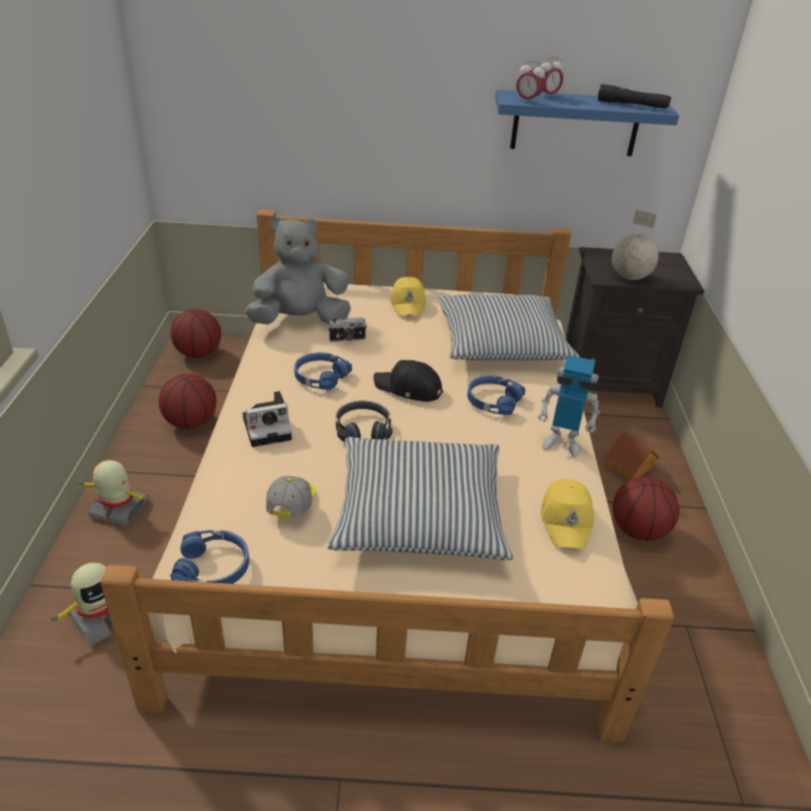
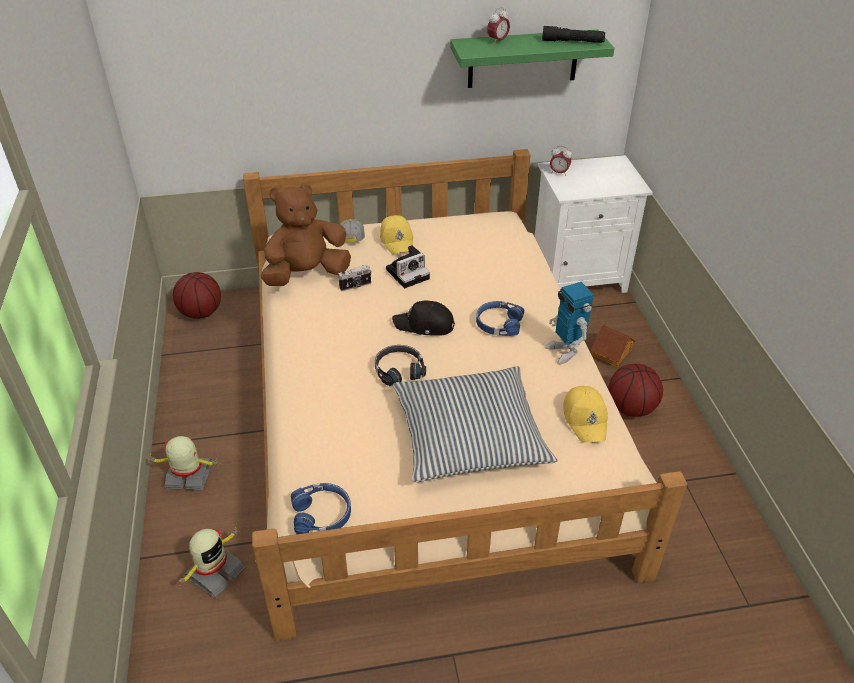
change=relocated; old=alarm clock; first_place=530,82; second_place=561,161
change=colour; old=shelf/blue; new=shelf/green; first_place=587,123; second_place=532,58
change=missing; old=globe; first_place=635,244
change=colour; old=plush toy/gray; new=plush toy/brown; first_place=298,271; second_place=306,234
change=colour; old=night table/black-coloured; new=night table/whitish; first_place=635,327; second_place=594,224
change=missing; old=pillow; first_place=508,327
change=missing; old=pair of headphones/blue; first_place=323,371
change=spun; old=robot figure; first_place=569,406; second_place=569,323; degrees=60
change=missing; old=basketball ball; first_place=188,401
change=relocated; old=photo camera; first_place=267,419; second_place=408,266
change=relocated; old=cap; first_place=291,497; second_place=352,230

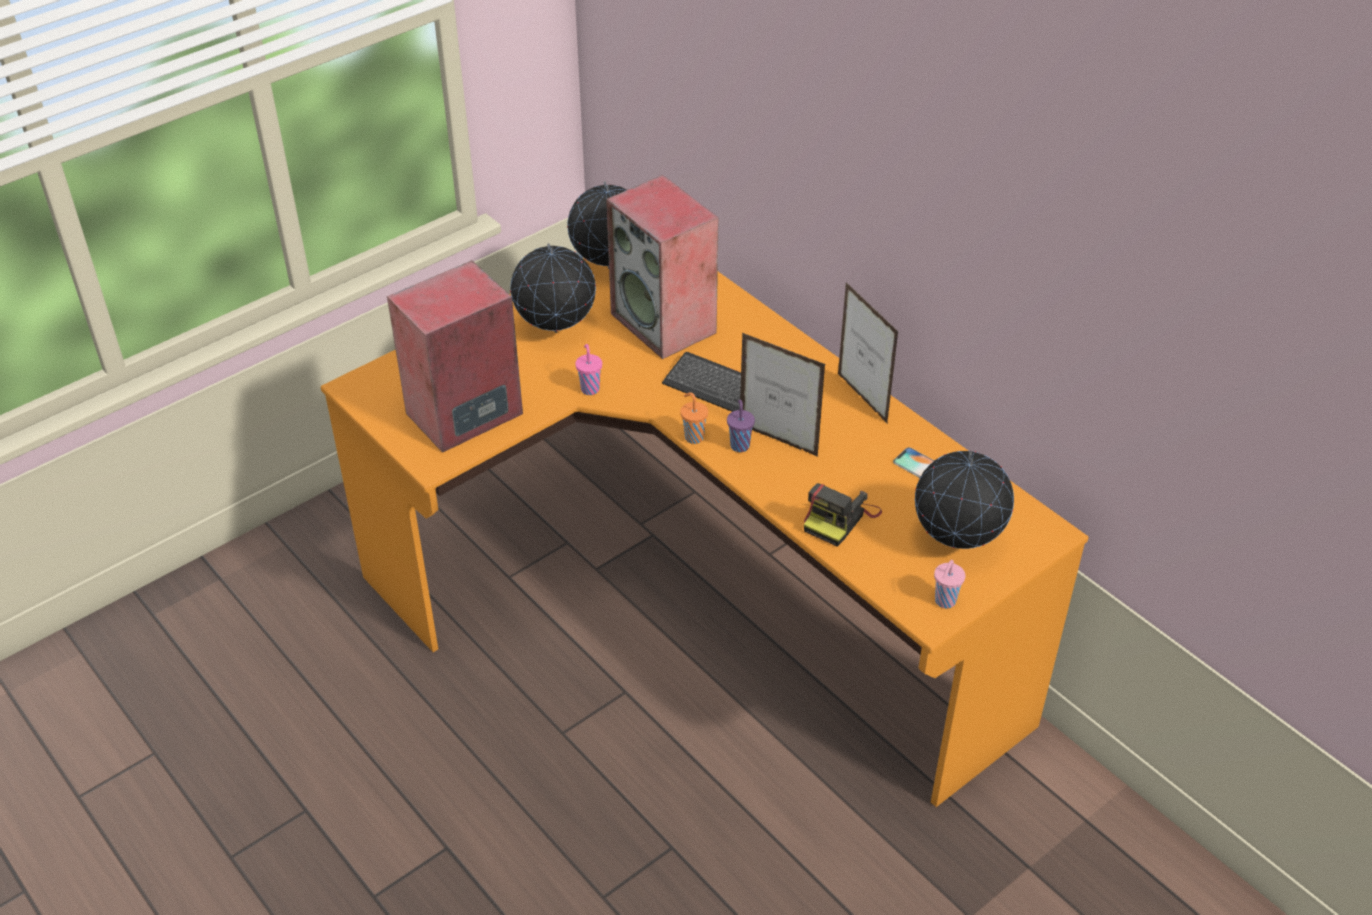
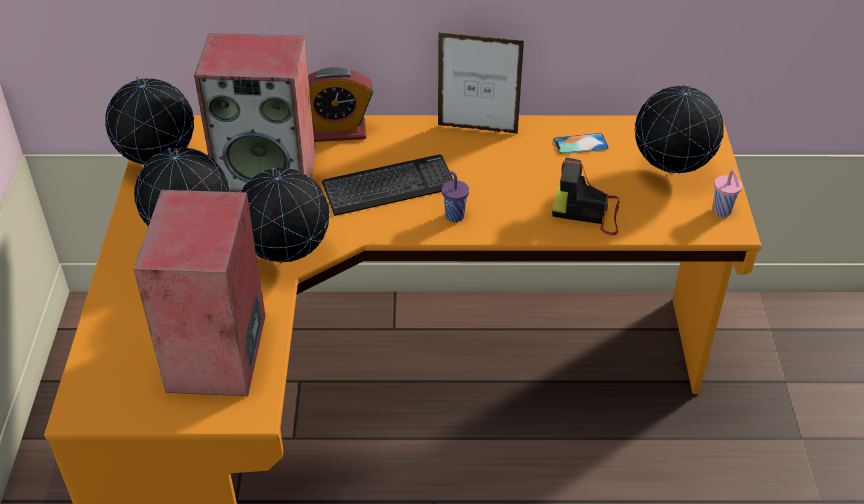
change=missing; old=picture frame; first_place=783,395
change=exchanged; old=small cup/pinkish; new=globe; first_place=588,369; second_place=285,215
change=missing; old=small cup/orangey; first_place=694,418
change=spun; old=photo camera; first_place=843,515; second_place=585,196; degrees=120
change=appeared; new=alarm clock; second_place=340,104

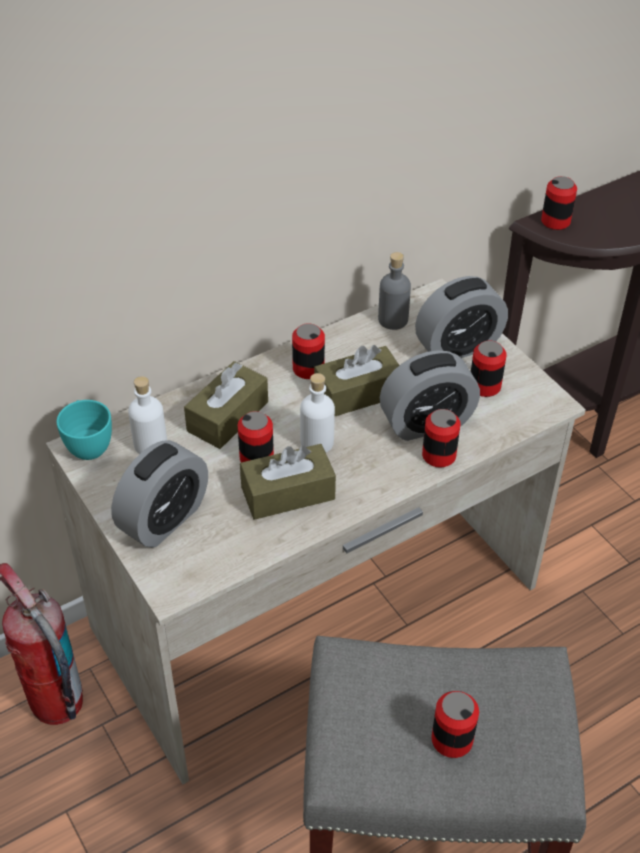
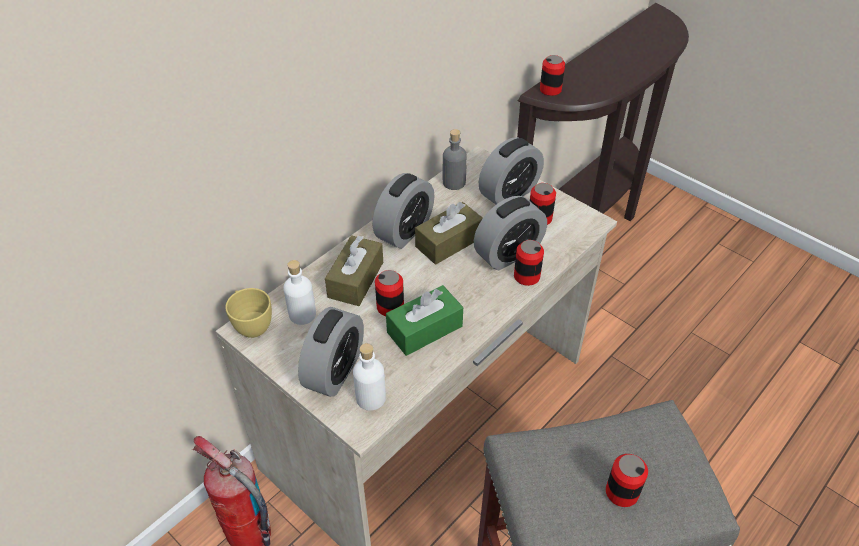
change=exchanged; old=sealed can; new=alarm clock; first_place=308,351; second_place=403,211
change=relocated; old=beverage bottle/whitish; first_place=317,413; second_place=369,377
change=colour; old=small cup/turquoise; new=small cup/yellow-coloured; first_place=84,430; second_place=248,313
change=colour; old=tissue holder/brown; new=tissue holder/green; first_place=288,482; second_place=424,320

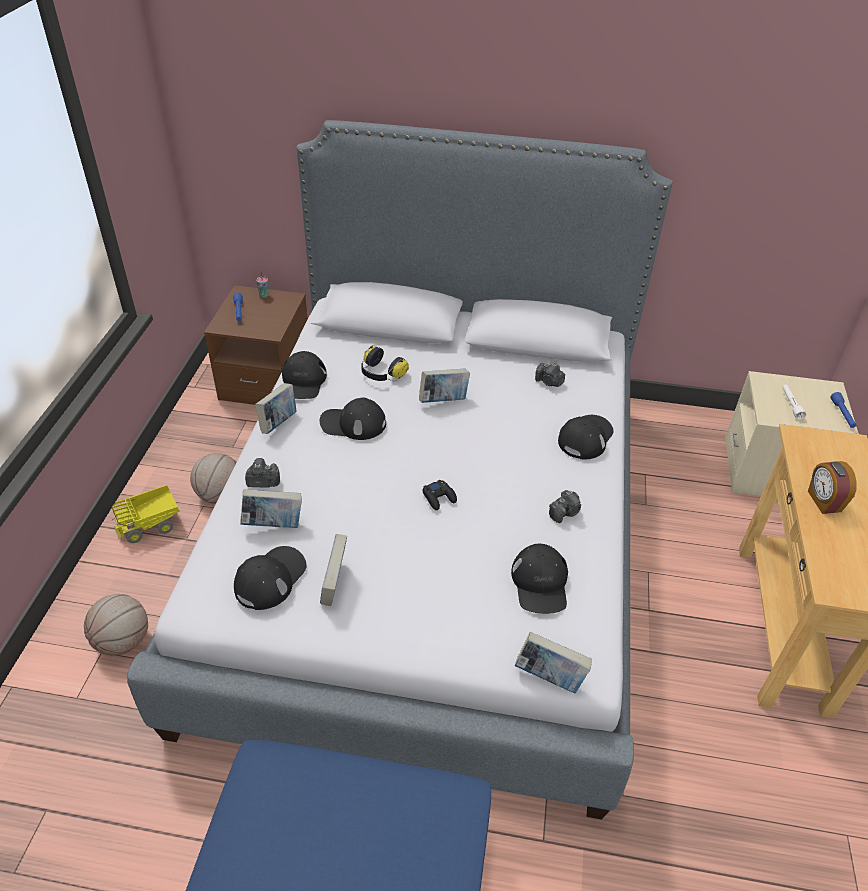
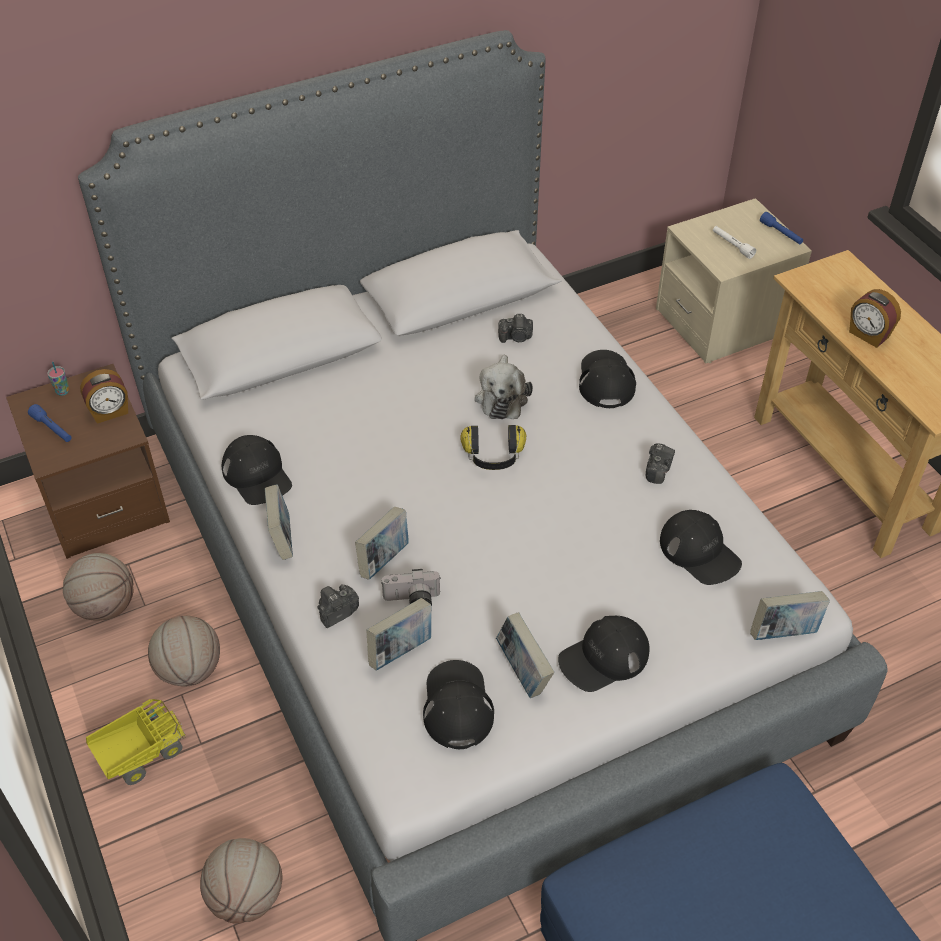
change=relocated; old=pair of headphones; first_place=385,363; second_place=493,447
change=relocated; old=book; first_place=444,385; second_place=382,543
change=relocated; old=cap/black-coloured; first_place=353,419; second_place=604,654
change=missing; old=joypad/black-coloured; first_place=439,495
change=spun; old=toy lorry; first_place=146,514; second_place=136,742; degrees=-150
change=appeared; new=plush toy; second_place=504,387
change=appeared; new=alarm clock; second_place=104,396
change=appeared; new=basketball ball; second_place=98,586
change=appeared; new=photo camera; second_place=410,587

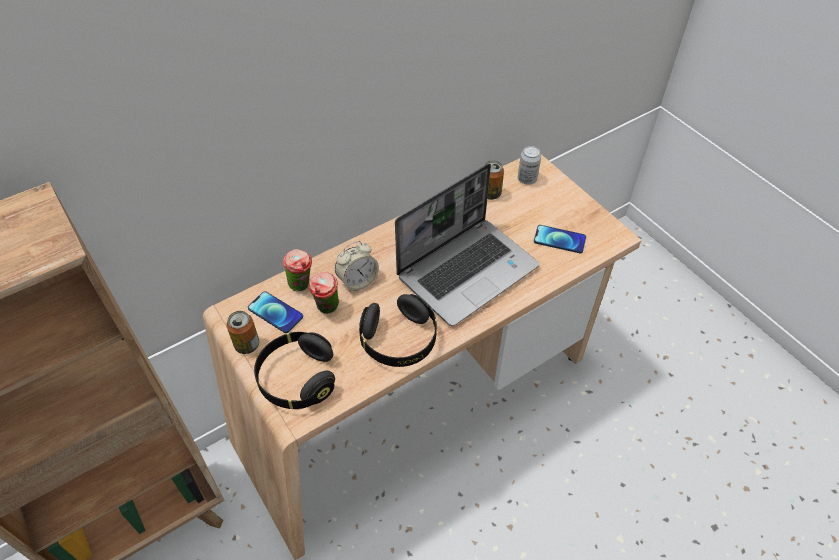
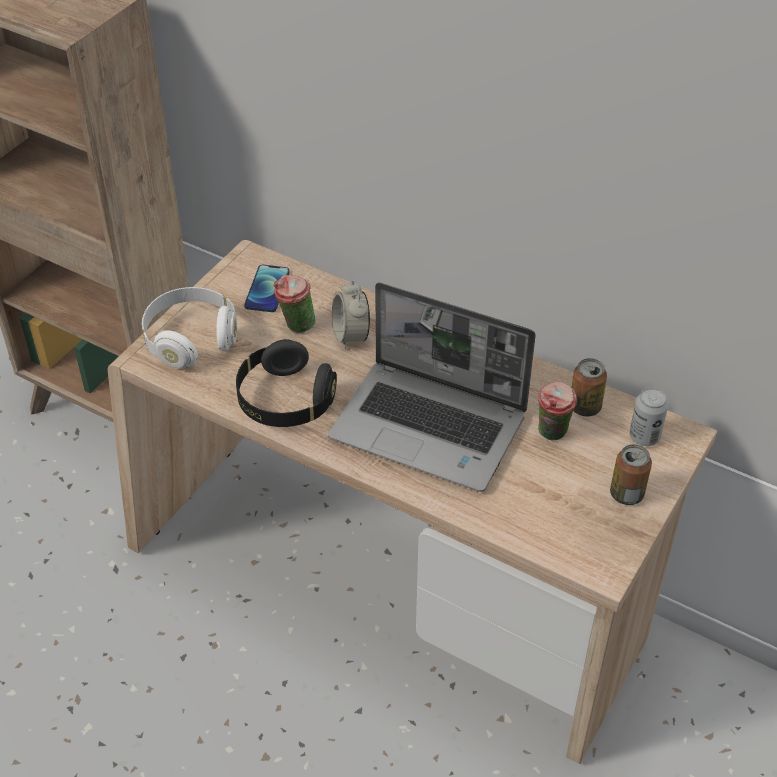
change=missing; old=phone; first_place=560,239
change=spun; old=alarm clock; first_place=357,266; second_place=351,315; degrees=45
change=relocated; old=small cup; first_place=297,270; second_place=557,411
change=relocated; old=sealed can; first_place=243,332; second_place=631,474
change=colour; old=pair of headphones/black-coloured; new=pair of headphones/whitish; first_place=294,370; second_place=189,327

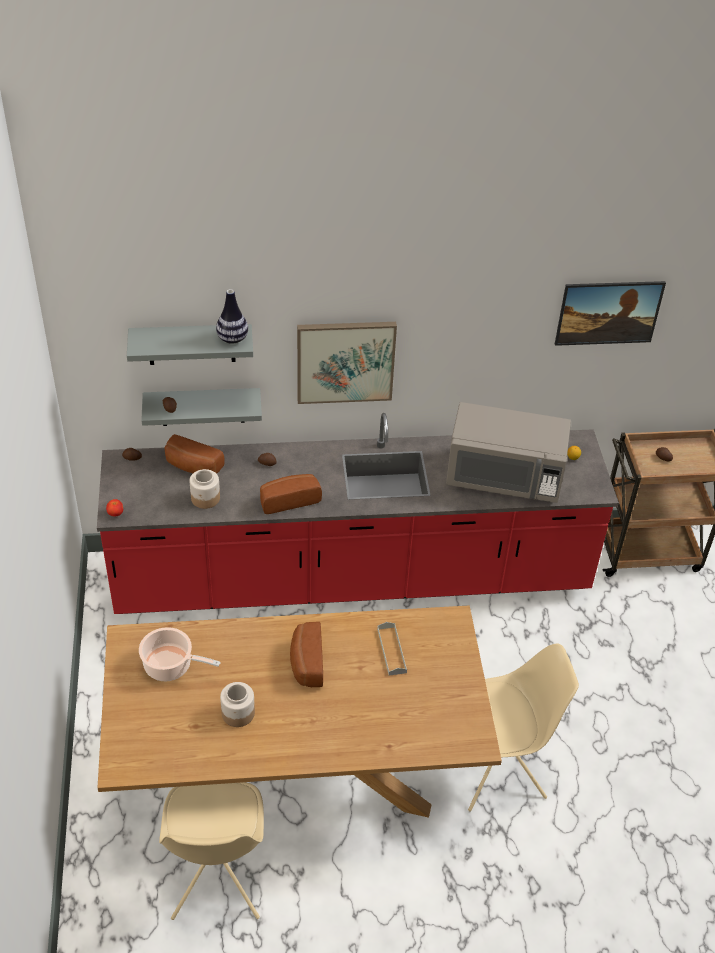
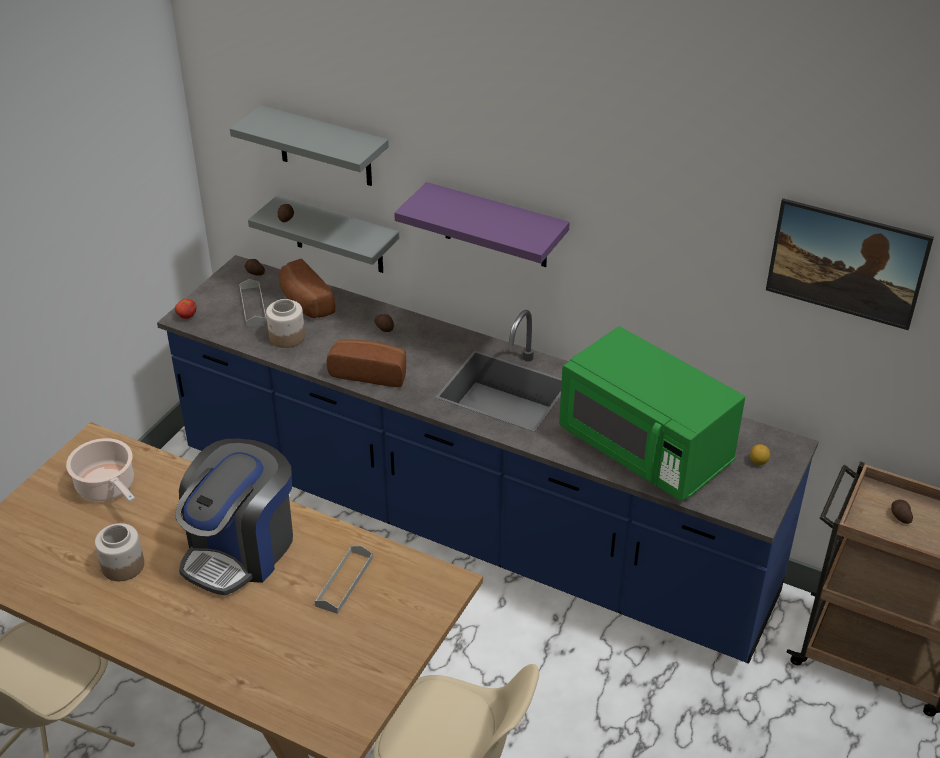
change=missing; old=vase; first_place=232,316
change=exchanged; old=wall picture; new=shelf/purple-coloured; first_place=347,363; second_place=482,224
change=colour; old=microwave/gray; new=microwave/green; first_place=508,452; second_place=652,413
change=colour; old=kitchen counter/reddish; new=kitchen counter/blue; first_place=358,513; second_place=488,459
change=exchanged; old=bakery bread; new=coffee brewer; first_place=306,654; second_place=234,517
change=appeared; new=tray/gray; second_place=253,303

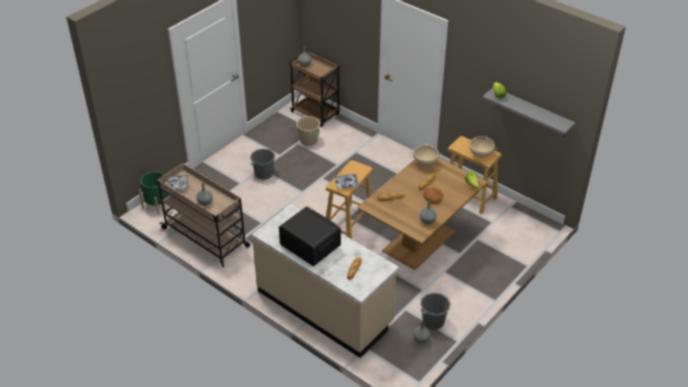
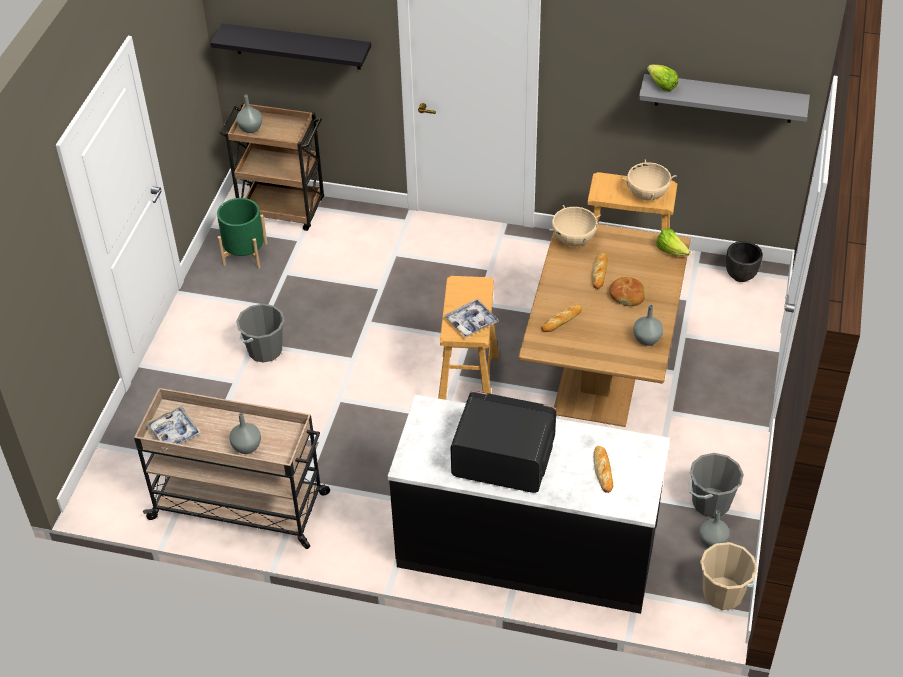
change=relocated; old=water bucket/sand-coloured; first_place=308,131; second_place=728,576
change=relocated; old=plant pot/green; first_place=153,193; second_place=242,233
change=colour; old=kitchen counter/sand-coloured; new=kitchen counter/black-coloured; first_place=325,281; second_place=529,504
change=appeared; new=shelf/black-coloured; second_place=291,46
change=appeared; new=plant pot/black-coloured; second_place=744,261

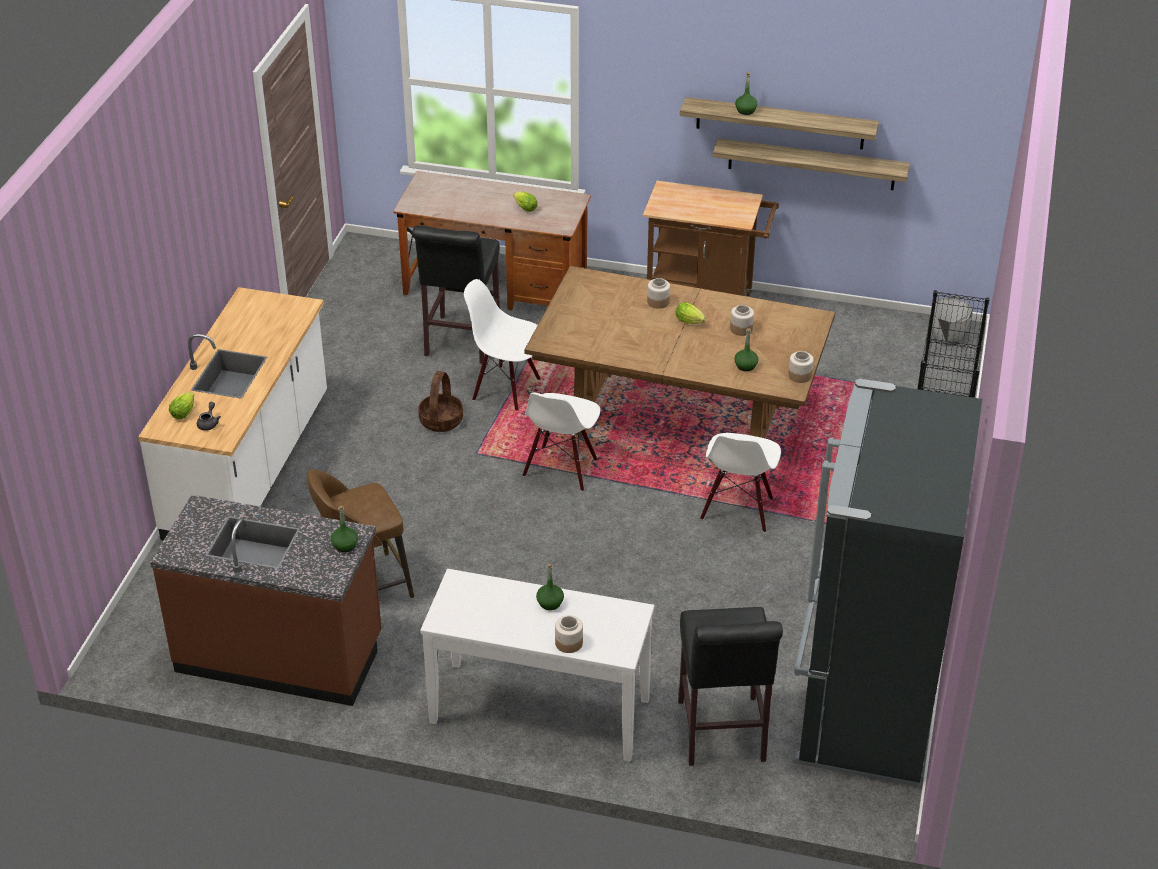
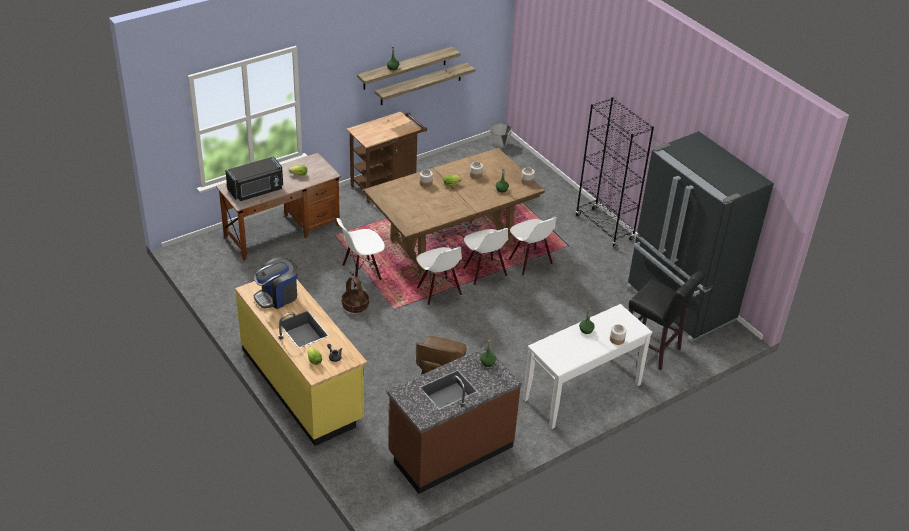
change=missing; old=sitting stool/black-coloured; first_place=456,294
change=colour; old=kitchen counter/whitish; new=kitchen counter/yellow-coloured; first_place=232,413; second_place=301,362
change=appeared; new=microwave/black-coloured; second_place=254,178
change=appeared; new=upright chair/whitish; second_place=485,257
change=appeared; new=coffee brewer; second_place=275,283

